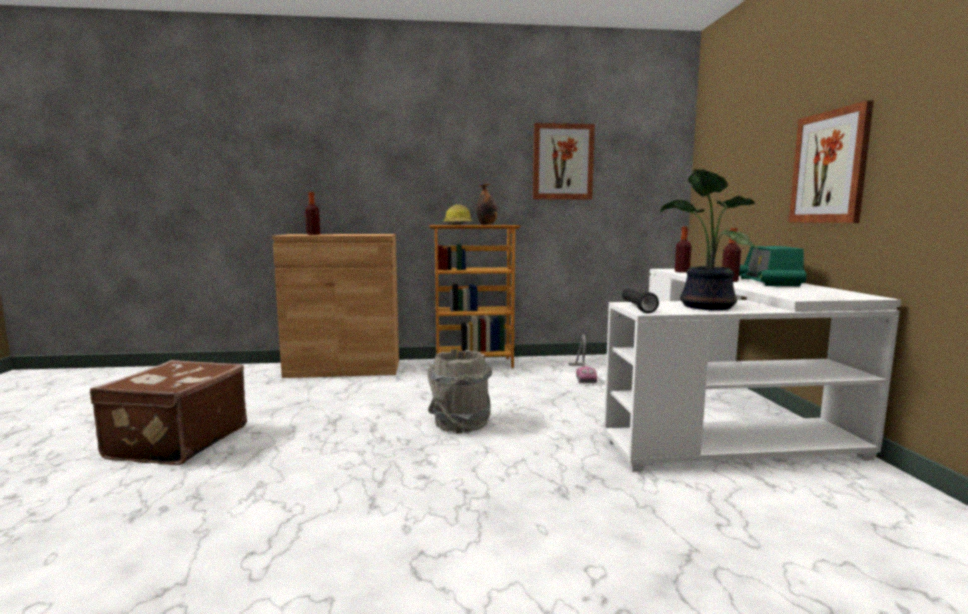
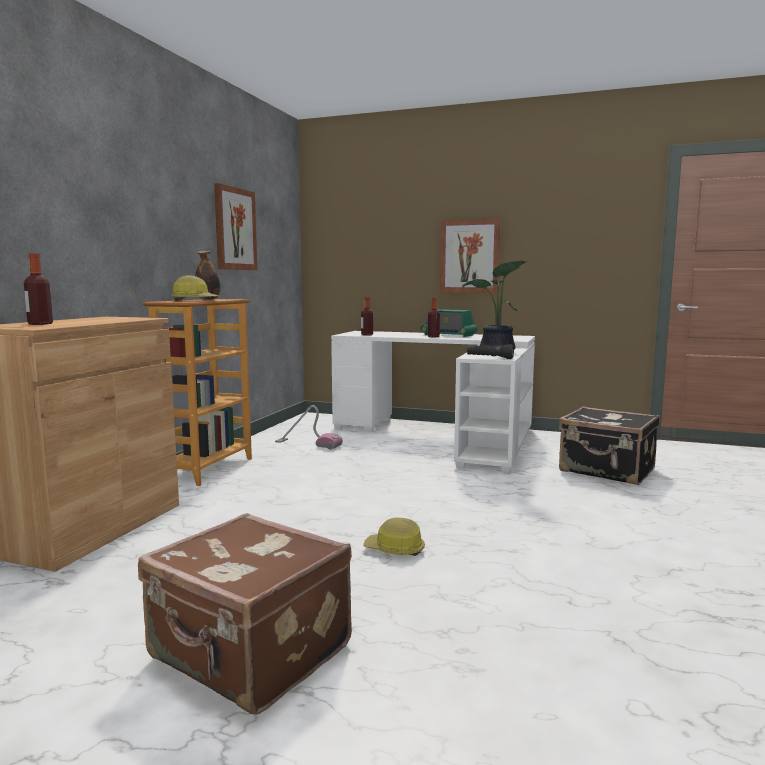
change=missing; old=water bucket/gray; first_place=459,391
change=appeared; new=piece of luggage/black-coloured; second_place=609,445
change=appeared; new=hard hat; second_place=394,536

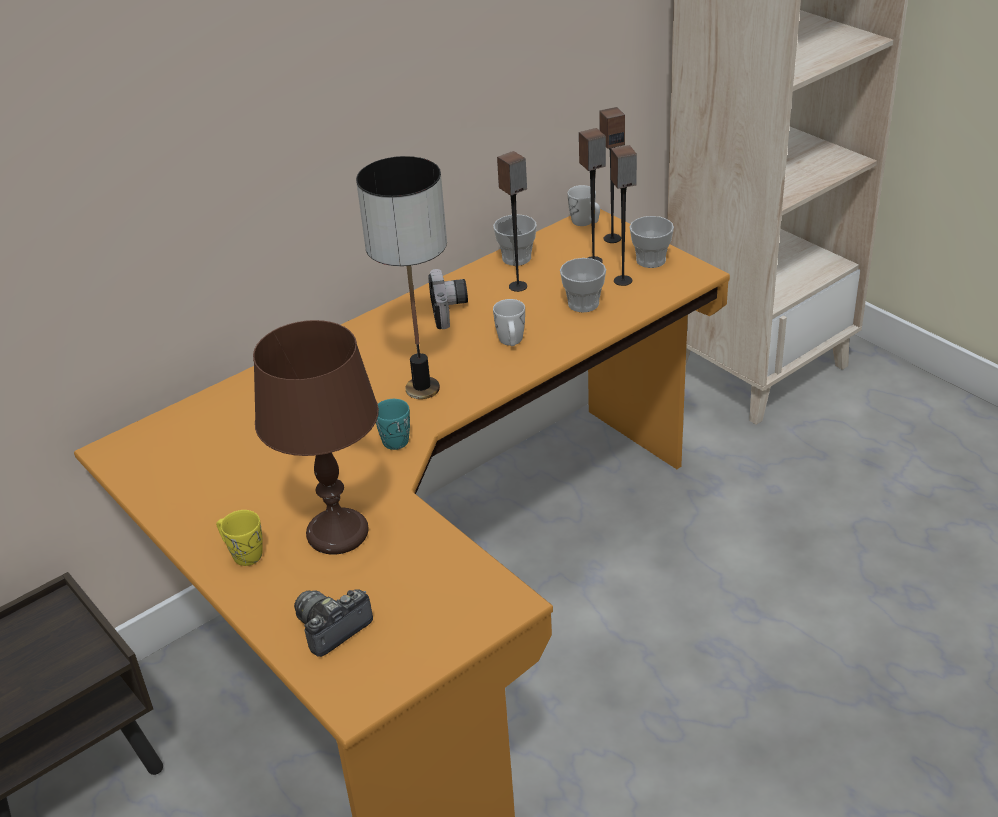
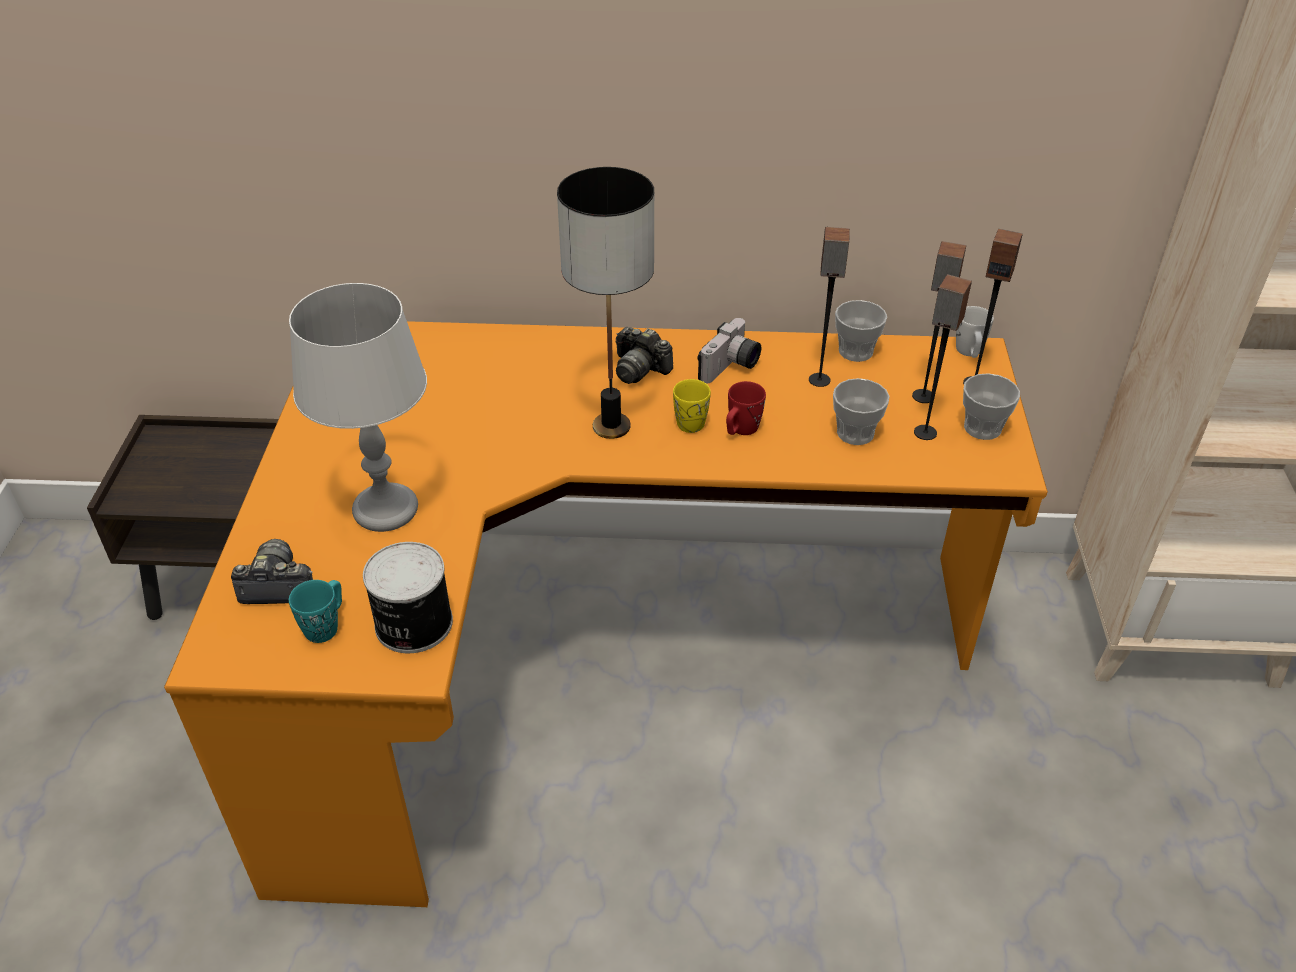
change=colour; old=coffee mug/whitish; new=coffee mug/reddish; first_place=509,322; second_place=746,408
change=colour; old=tabletop lamp/brown; new=tabletop lamp/gray; first_place=316,437; second_place=358,407
change=relocated; old=coffee mug/turquoise; first_place=393,424; second_place=315,611
change=relocated; old=coffee mug/yellow-coloured; first_place=239,538; second_place=692,406
change=appeared; new=photo camera; second_place=644,355
change=appeared; new=sealed can; second_place=408,597

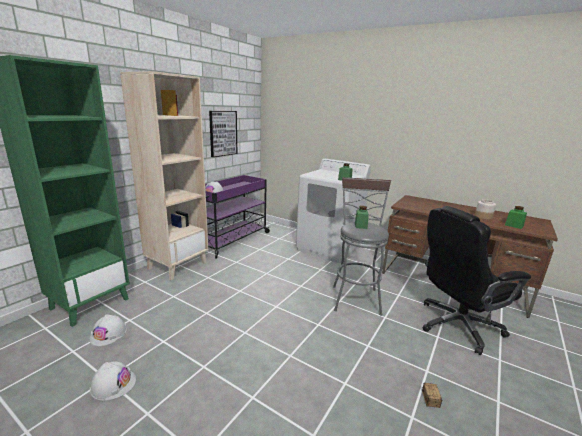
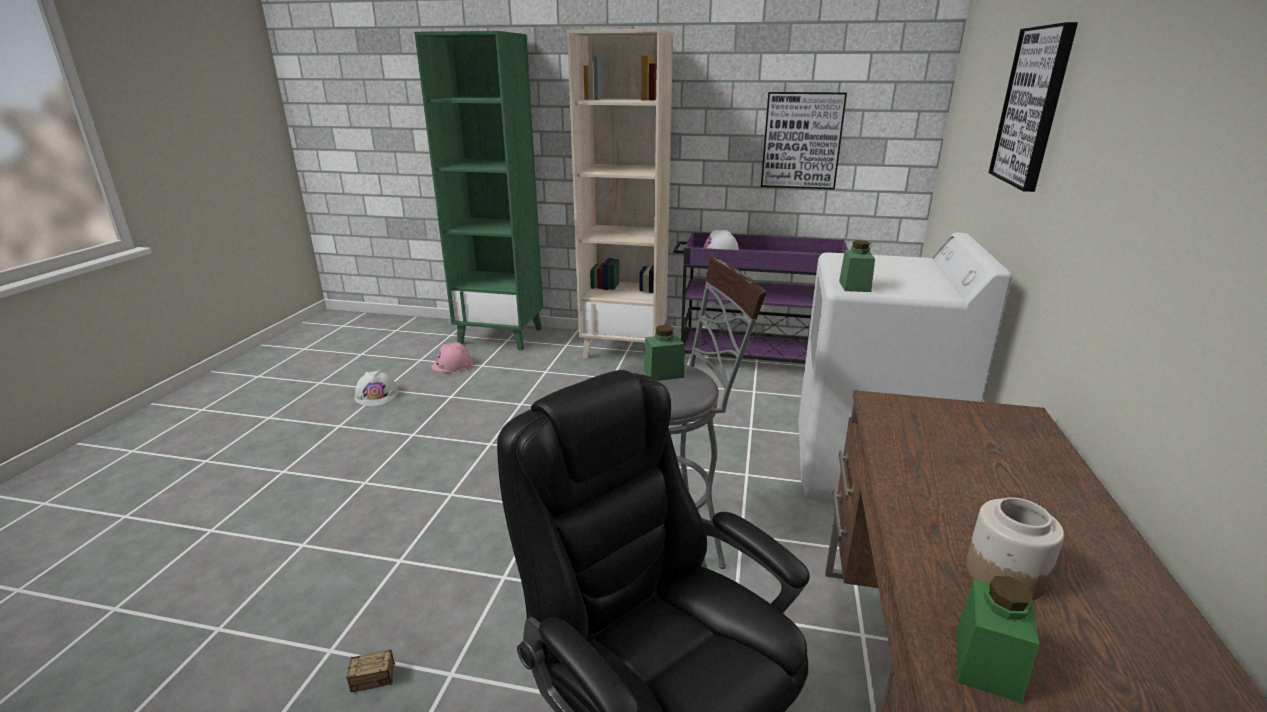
change=colour; old=hard hat/whitish; new=hard hat/pinkish; first_place=108,330; second_place=452,357
change=appeared; new=wall picture; second_place=1033,107

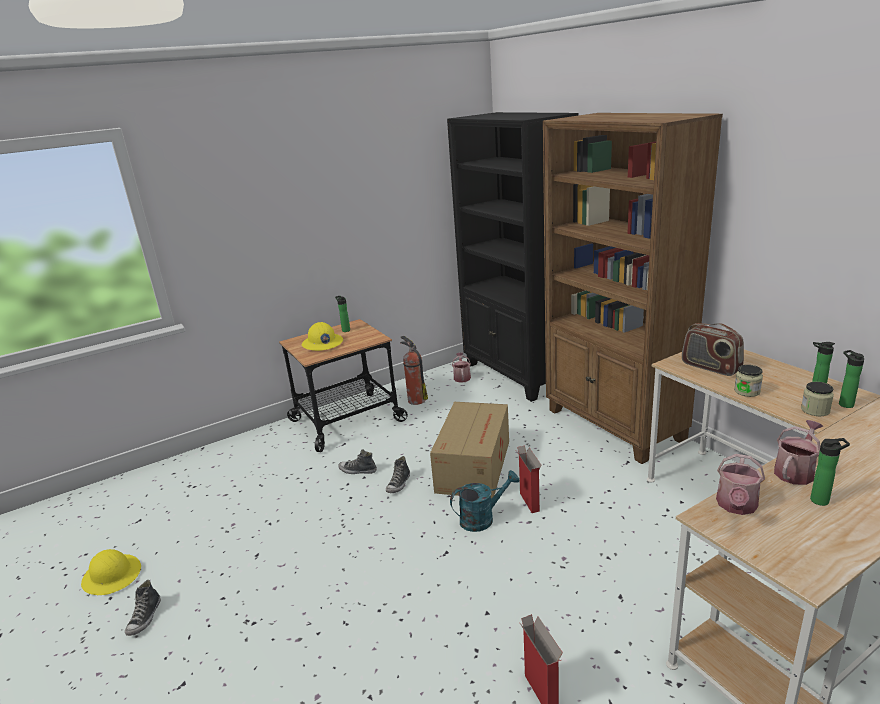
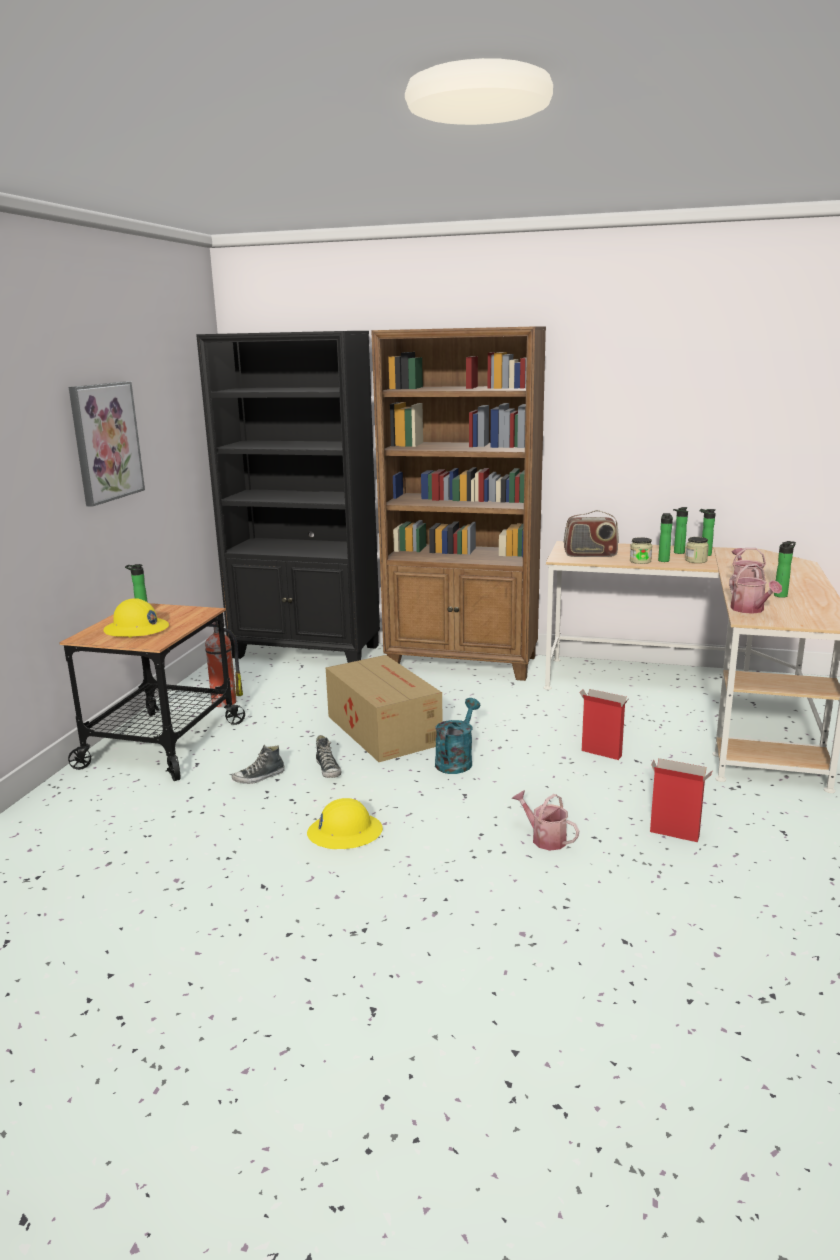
change=relocated; old=watering can; first_place=461,367; second_place=545,820
change=relocated; old=cardboard box; first_place=529,479; second_place=603,724
change=relocated; old=hard hat/yellow-coloured; first_place=111,572; second_place=345,823
change=missing; old=low shoe; first_place=143,608
change=appeared; new=wall picture; second_place=107,444
change=appeared; new=beverage bottle; second_place=665,537

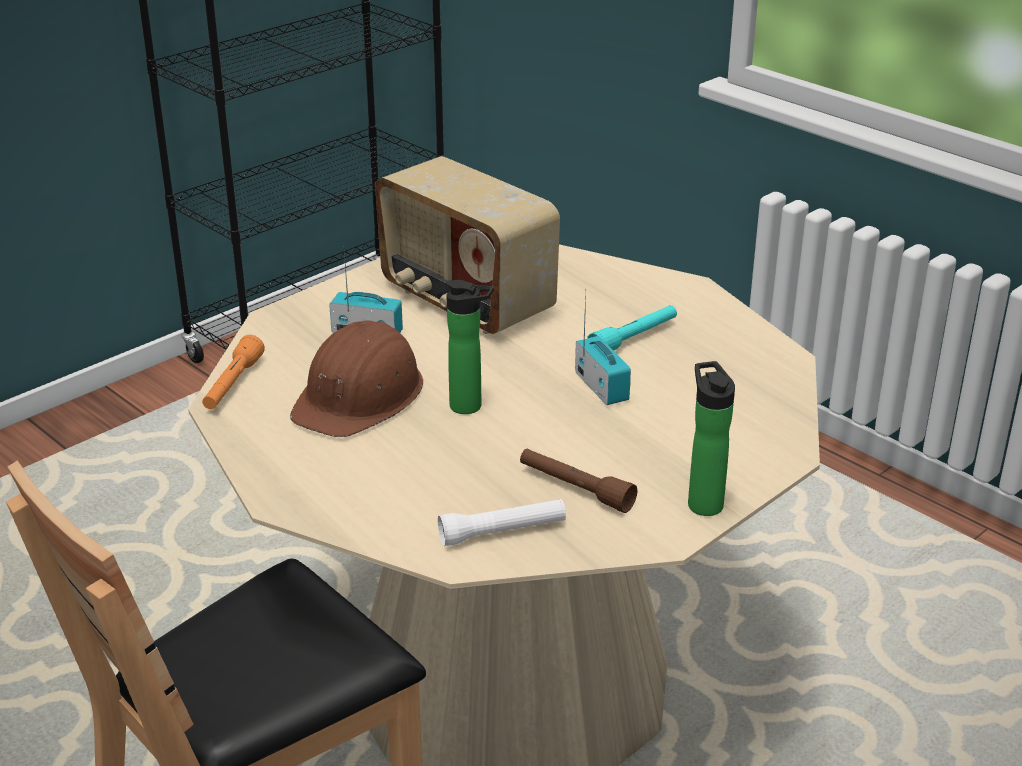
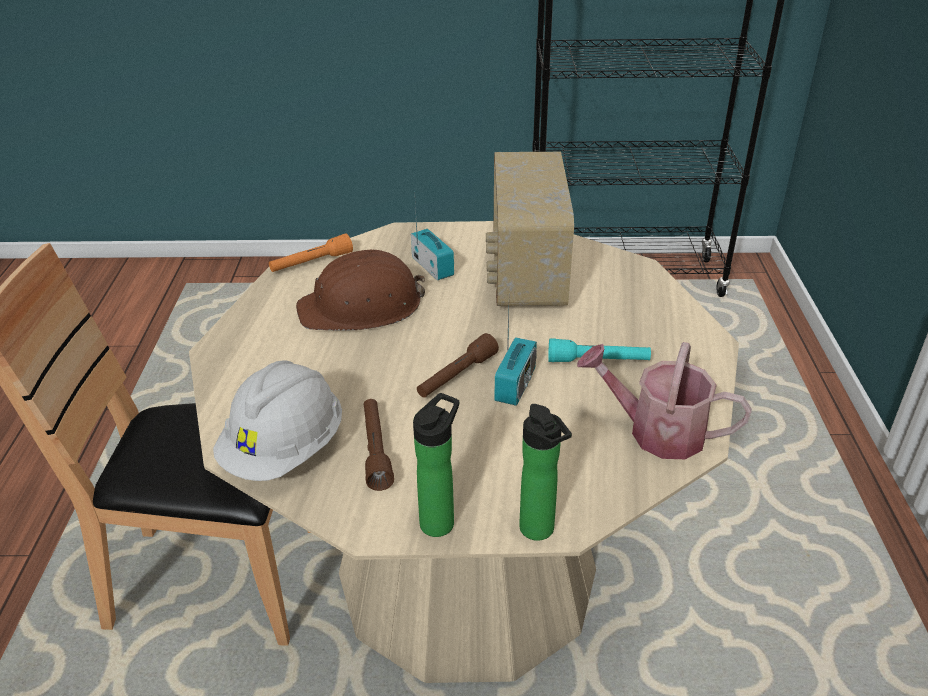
change=relocated; old=beverage bottle; first_place=470,347; second_place=545,472
change=exchanged; old=hand torch/whitish; new=hard hat/whitish; first_place=502,522; second_place=277,420
change=appeared; new=hand torch/brown; second_place=458,365
change=appeared; new=watering can; second_place=664,400

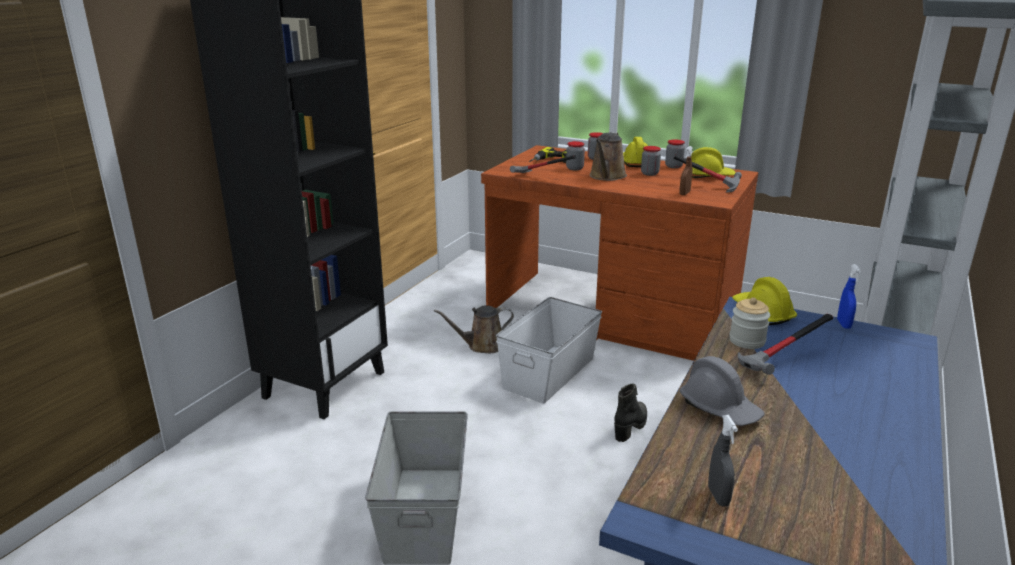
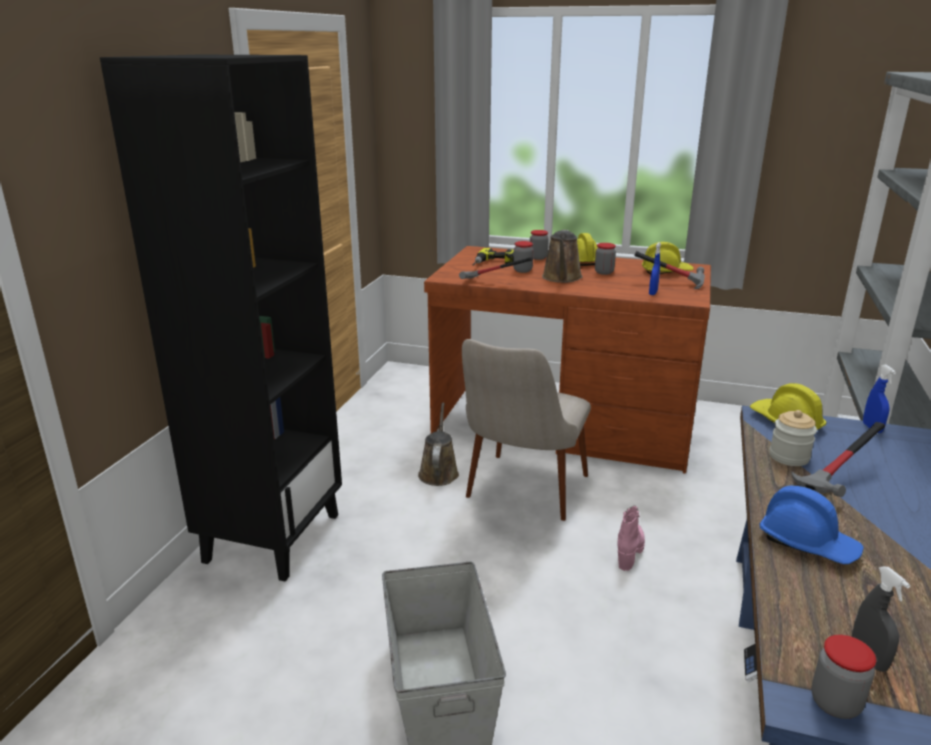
change=relocated; old=storage jar; first_place=675,153; second_place=843,677
change=colour; old=hand sprayer/brown; new=hand sprayer/blue; first_place=686,170; second_place=655,268
change=exchanged; old=storage box/whitish; new=upright chair/sand-coloured; first_place=549,350; second_place=526,430
change=spun; old=watering can/brown; first_place=474,329; second_place=438,444; degrees=120
change=colour; old=hard hat/gray; new=hard hat/blue; first_place=722,391; second_place=812,525
change=colour; old=tall boot/black-coloured; new=tall boot/pinkish; first_place=630,413; second_place=631,538

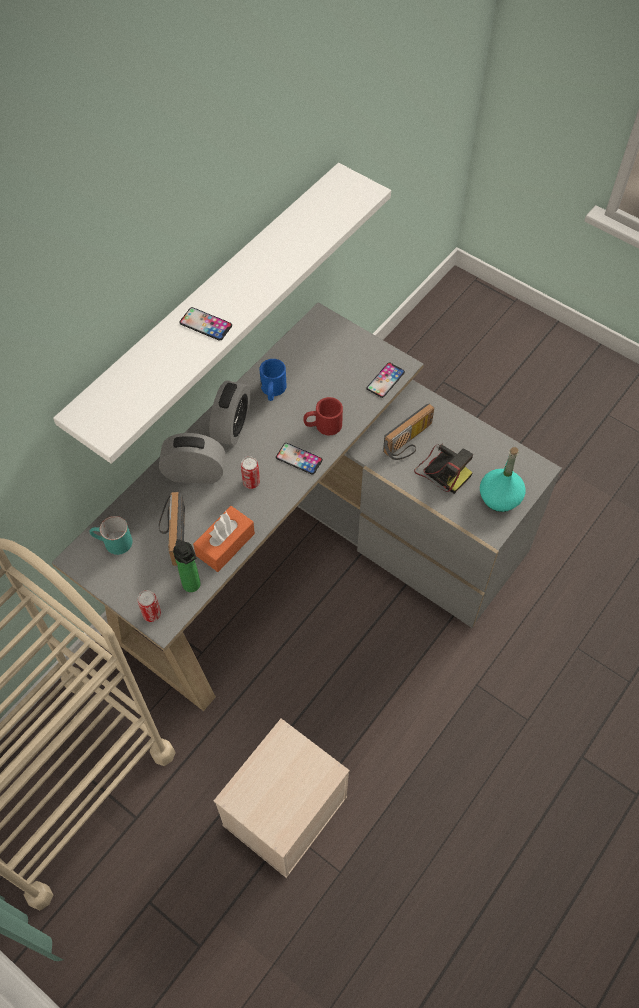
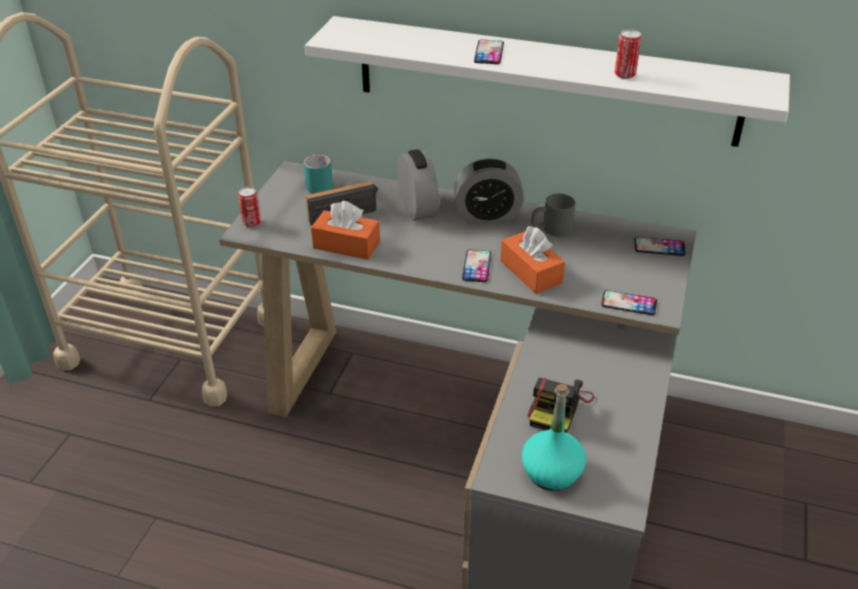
change=colour; old=coffee mug/blue; new=coffee mug/gray; first_place=273,380; second_place=553,215
change=exchanged; old=coffee mug/reddish; new=tissue holder/orangey; first_place=323,416; second_place=533,260
change=missing; old=radio; first_place=408,431
change=relocated; old=sealed can; first_place=250,472; second_place=628,54
change=missing; old=beverage bottle; first_place=187,565
change=missing; old=storage box/sand-coloured; first_place=282,798
change=appeared; new=phone; second_place=660,246

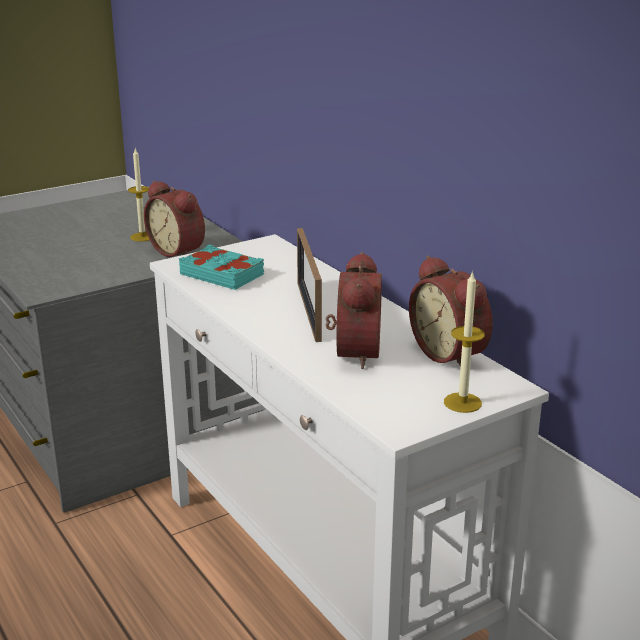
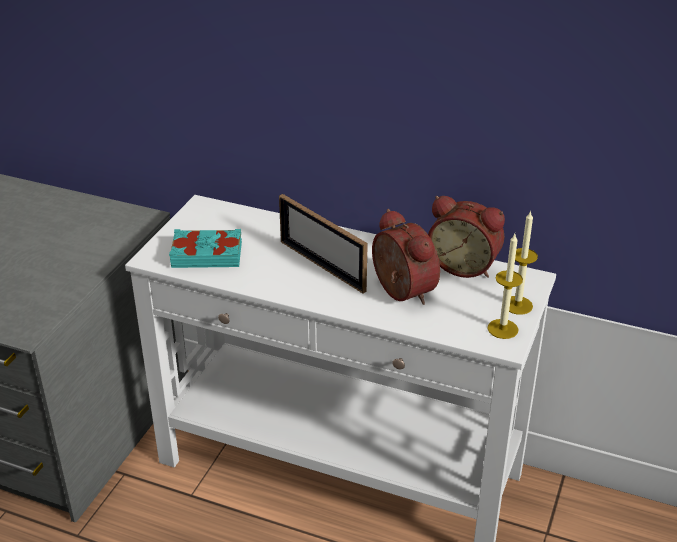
change=relocated; old=wax candle; first_place=139,195; second_place=505,286
change=missing; old=alarm clock; first_place=174,219

